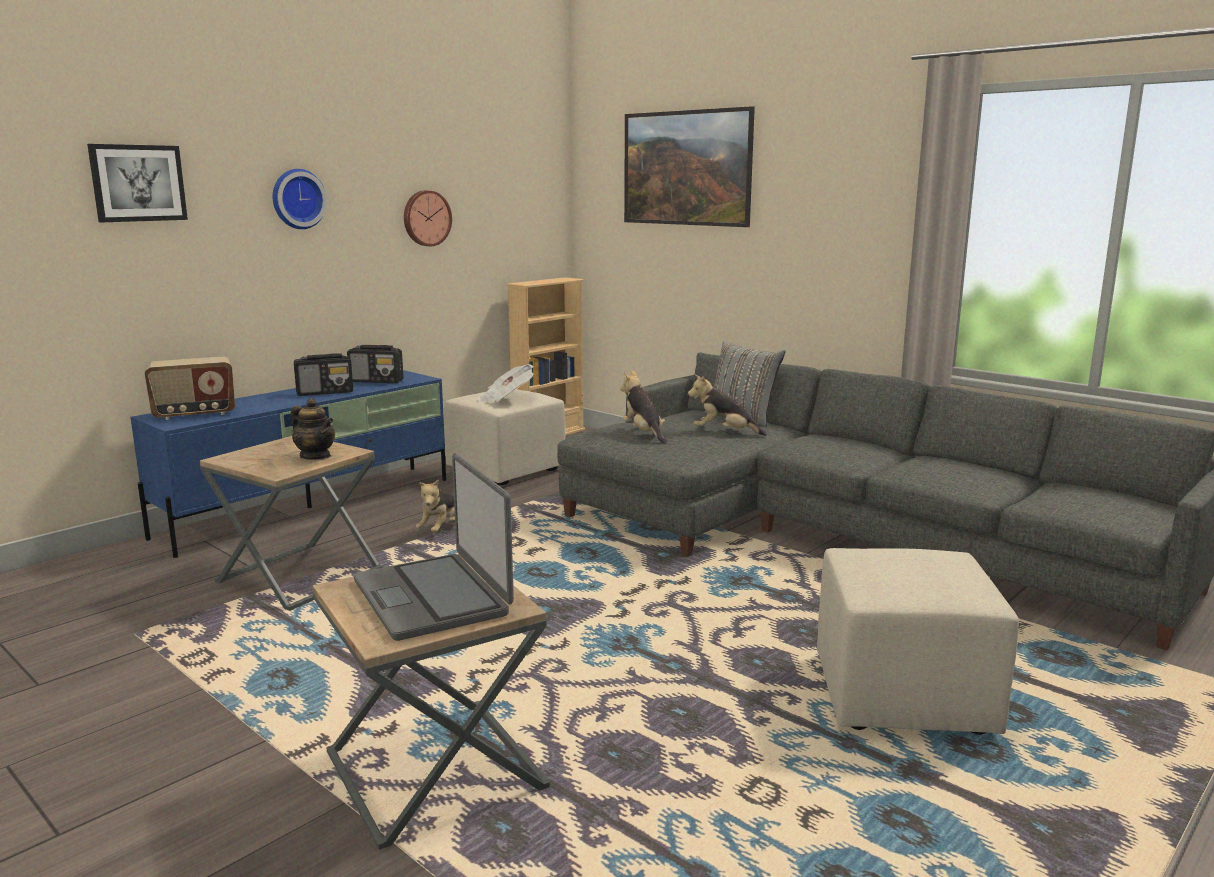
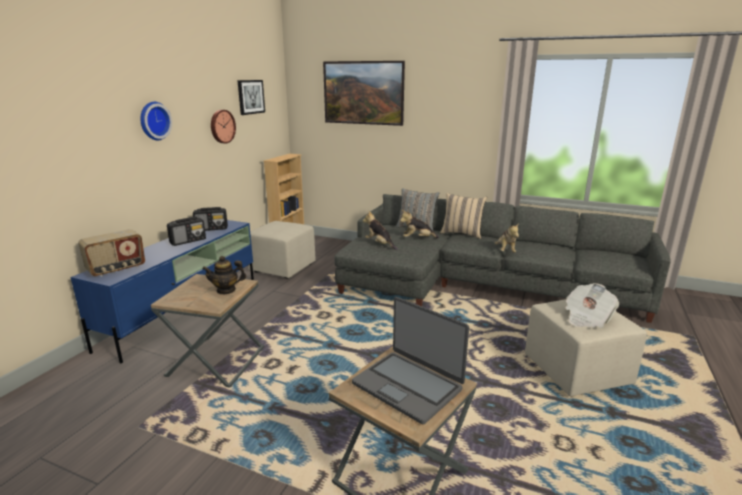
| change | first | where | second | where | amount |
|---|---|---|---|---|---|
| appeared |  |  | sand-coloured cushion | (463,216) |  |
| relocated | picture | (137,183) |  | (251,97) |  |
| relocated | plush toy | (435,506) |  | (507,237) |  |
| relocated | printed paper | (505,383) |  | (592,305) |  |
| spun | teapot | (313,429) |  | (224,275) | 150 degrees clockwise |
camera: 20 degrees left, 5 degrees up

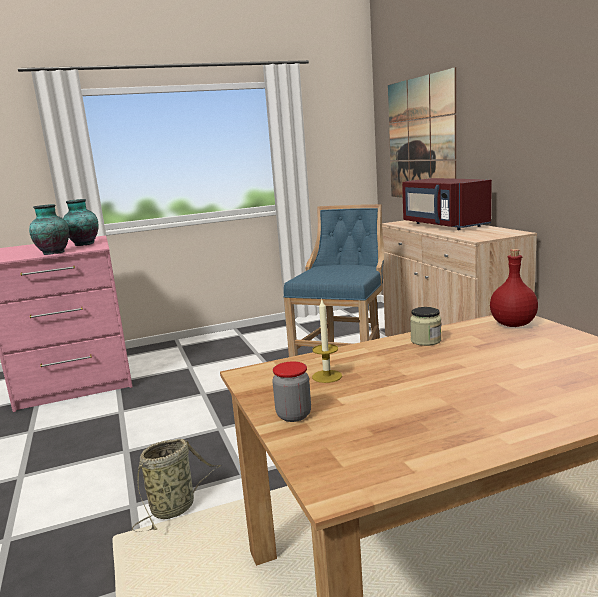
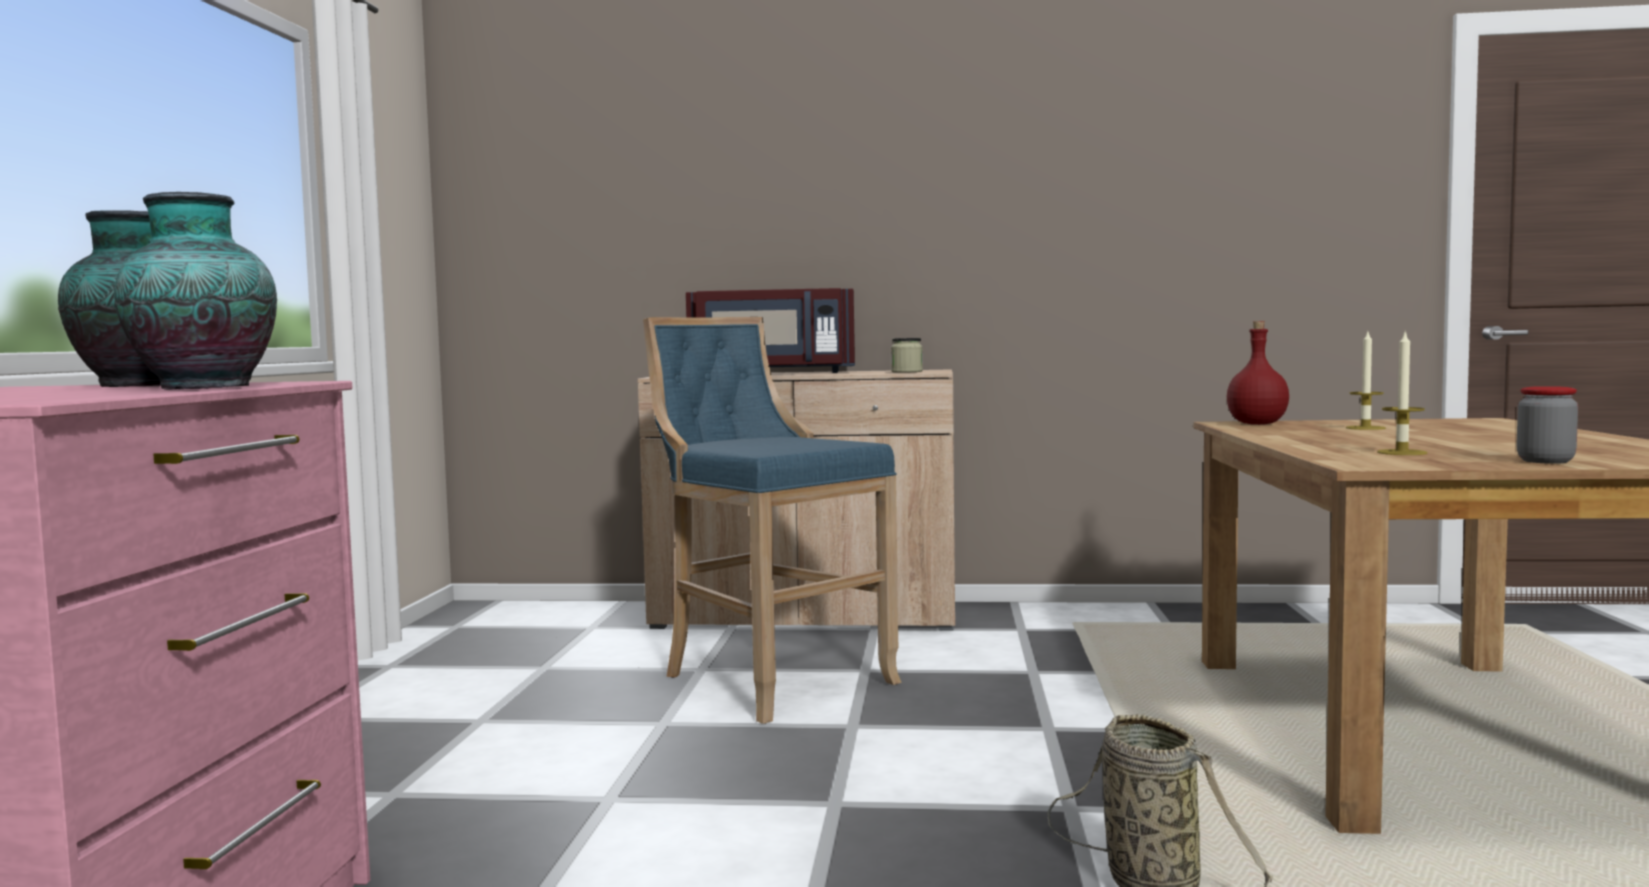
| change | first | where | second | where | amount |
|---|---|---|---|---|---|
| missing | picture | (422,132) |  |  |  |
| appeared |  |  | candle | (1366,381) |  |
| relocated | storage jar | (425,326) |  | (907,355) |  |
camera: 65 degrees left, 10 degrees down

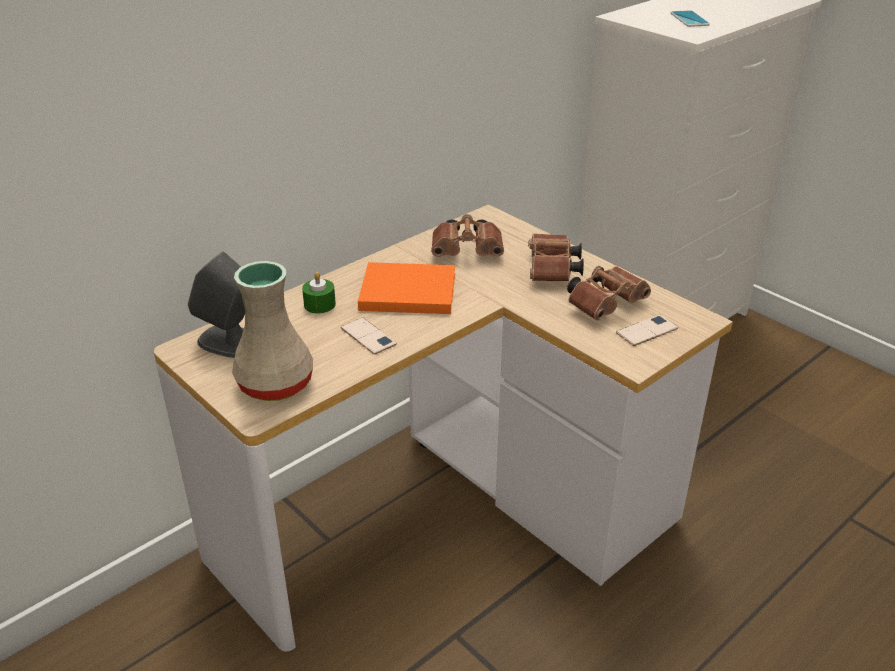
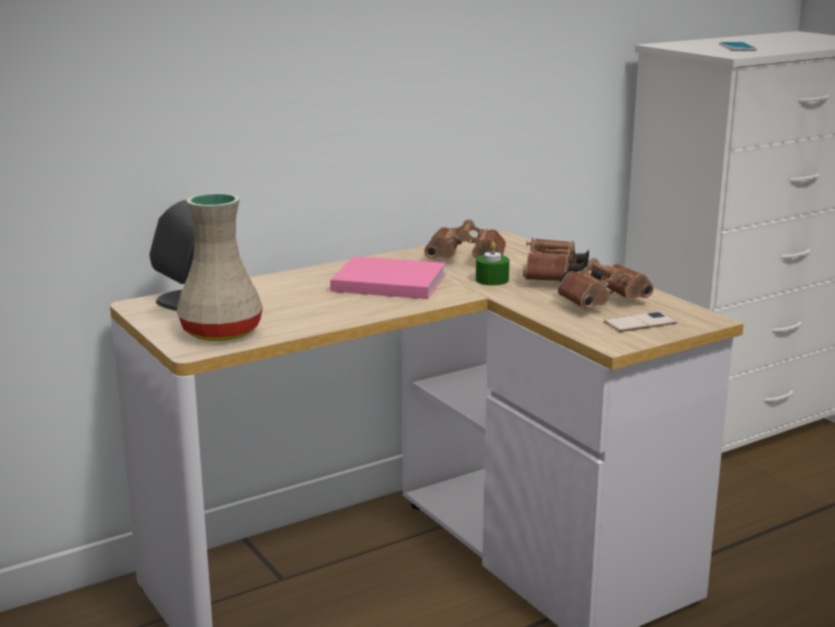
| change | first | where | second | where | amount |
|---|---|---|---|---|---|
| missing | telephone | (369,336) |  |  |  |
| relocated | green-coloured candle | (319,292) |  | (492,264) |  |
| colour | orangey volume | (406,288) | pink volume | (388,277) |  |
camera: 10 degrees right, 15 degrees down

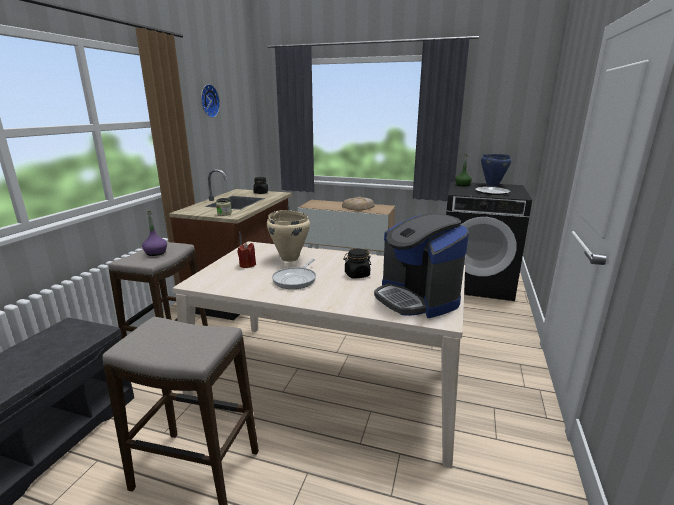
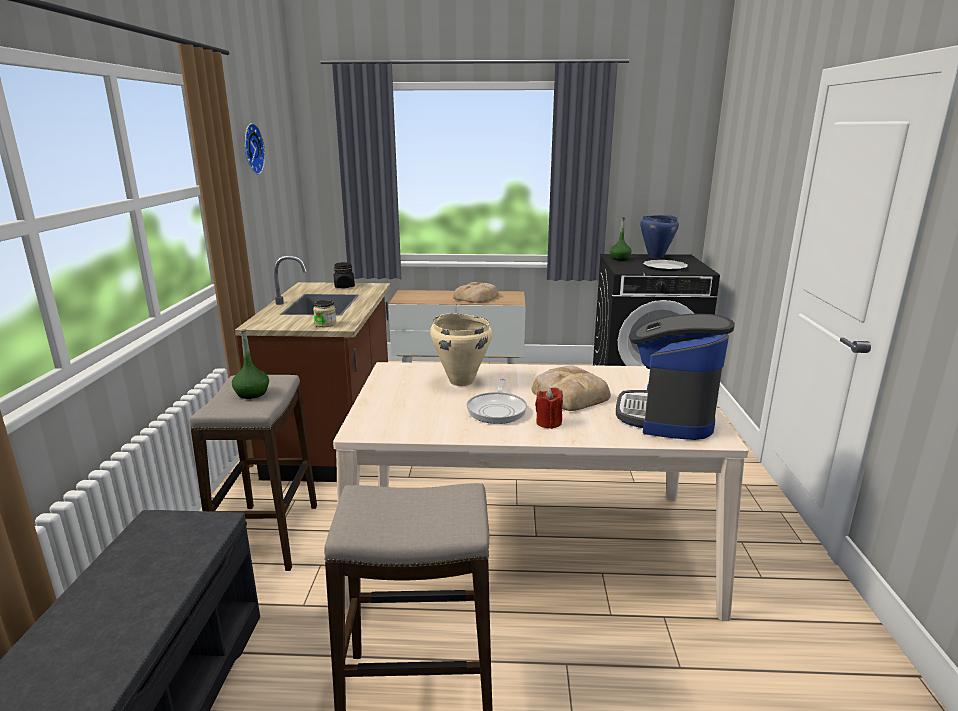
| change | first | where | second | where | amount |
|---|---|---|---|---|---|
| relocated | reddish candle | (247,255) |  | (549,408) |  |
| exchanged | black storage jar | (357,264) | baked bread | (571,388) |  |
| colour | purple drink bottle | (154,233) | green-coloured drink bottle | (250,364) |  |
| spun | coffee maker | (421,266) |  | (675,377) | 60 degrees clockwise |
camera: 15 degrees left, 0 degrees up

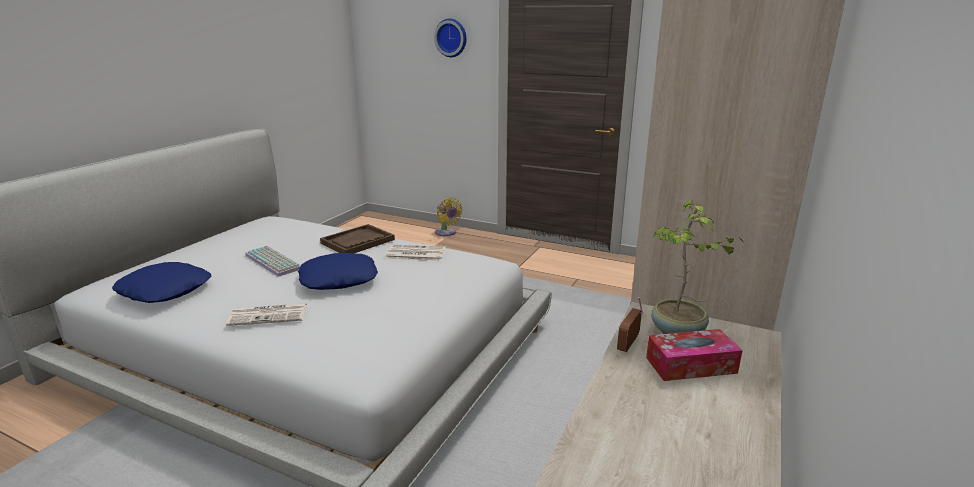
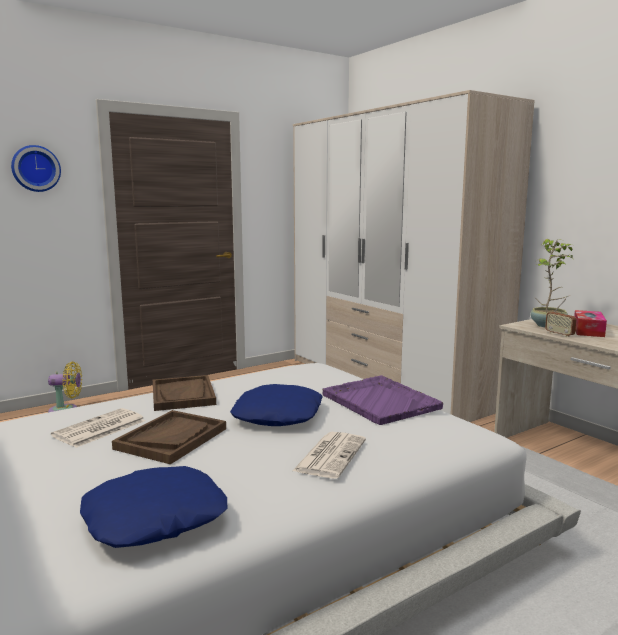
| change | first | where | second | where | amount |
|---|---|---|---|---|---|
| appeared |  |  | purple tray | (382,400) |  |
| relocated | printed paper | (415,253) |  | (98,428) |  |
| exchanged | PC keyboard | (273,261) | brownish tray | (169,437) |  |
camera: 60 degrees left, 10 degrees down

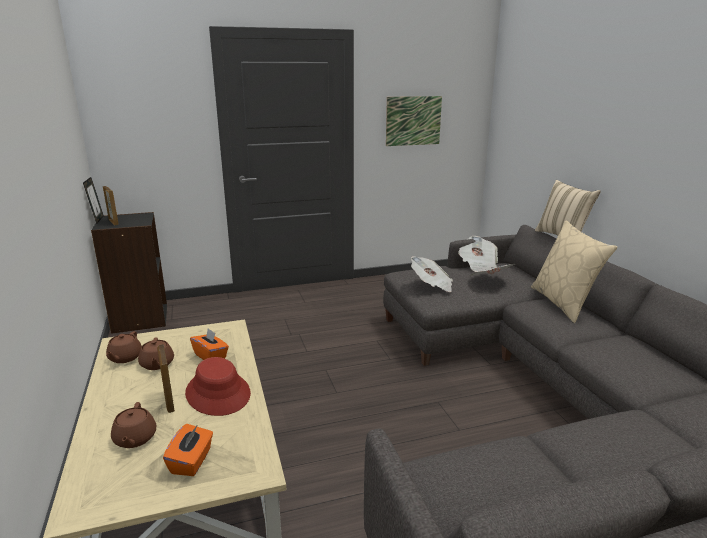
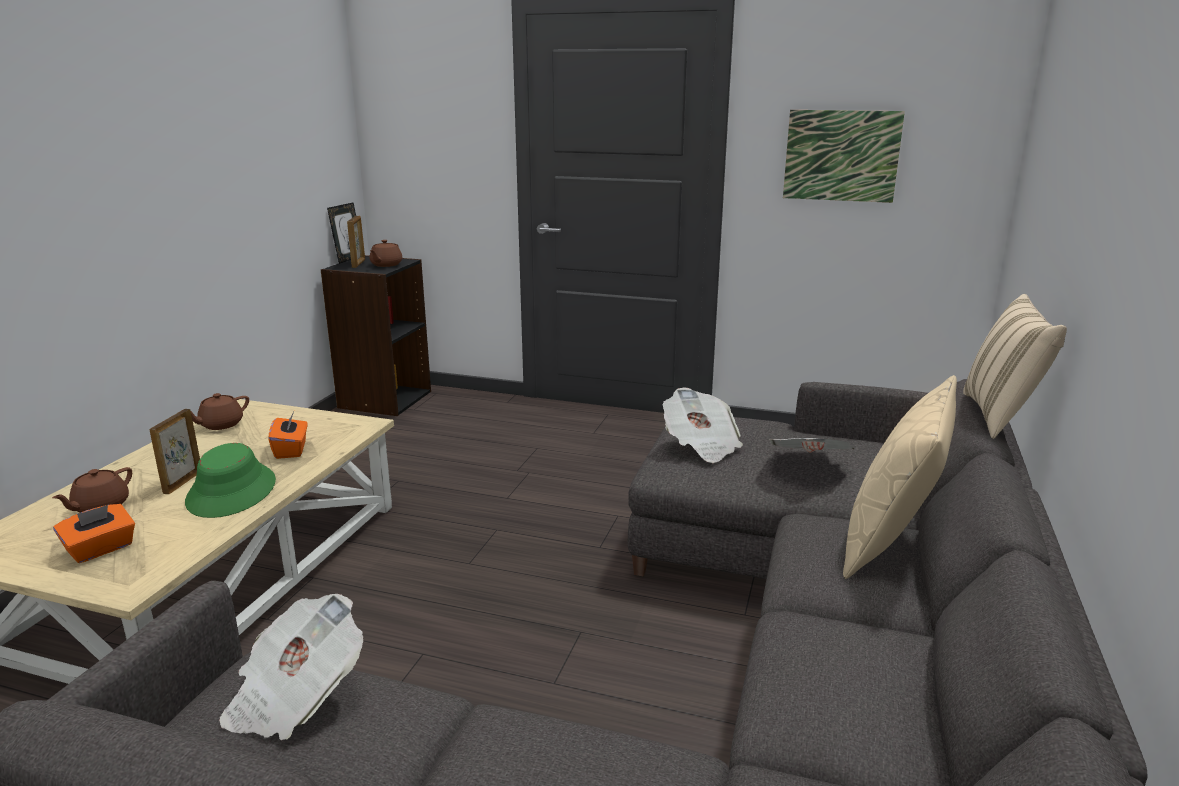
| change | first | where | second | where | amount |
|---|---|---|---|---|---|
| relocated | brownish teapot | (156,353) |  | (386,253) |  |
| relocated | printed paper | (478,254) |  | (291,667) |  |
| colour | reddish clothing hat | (218,386) | green-coloured clothing hat | (230,480) |  |
camera: 35 degrees right, 0 degrees up

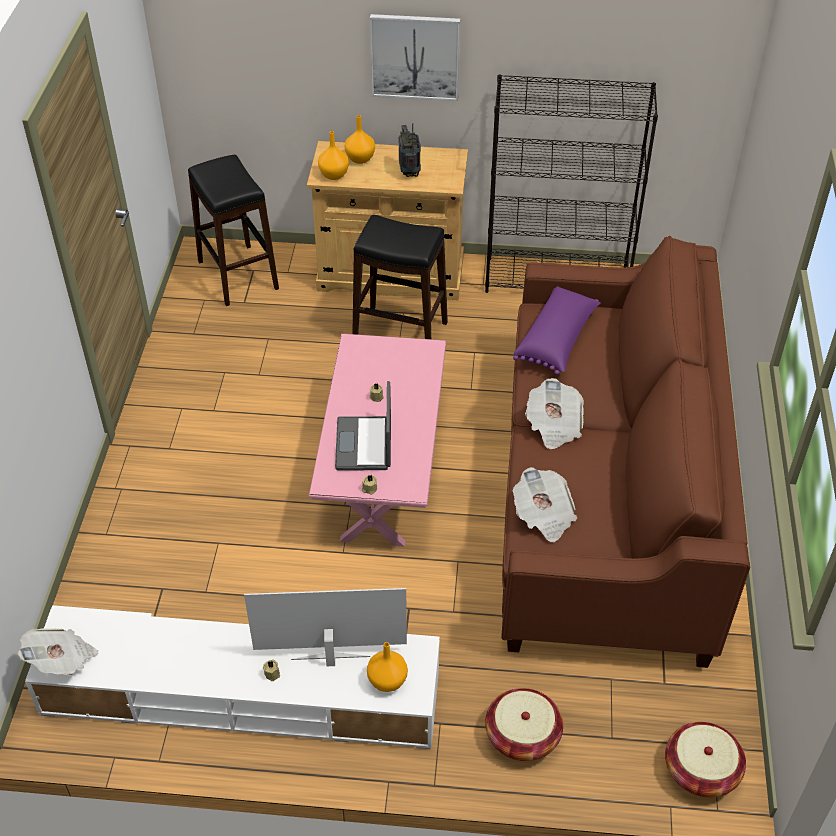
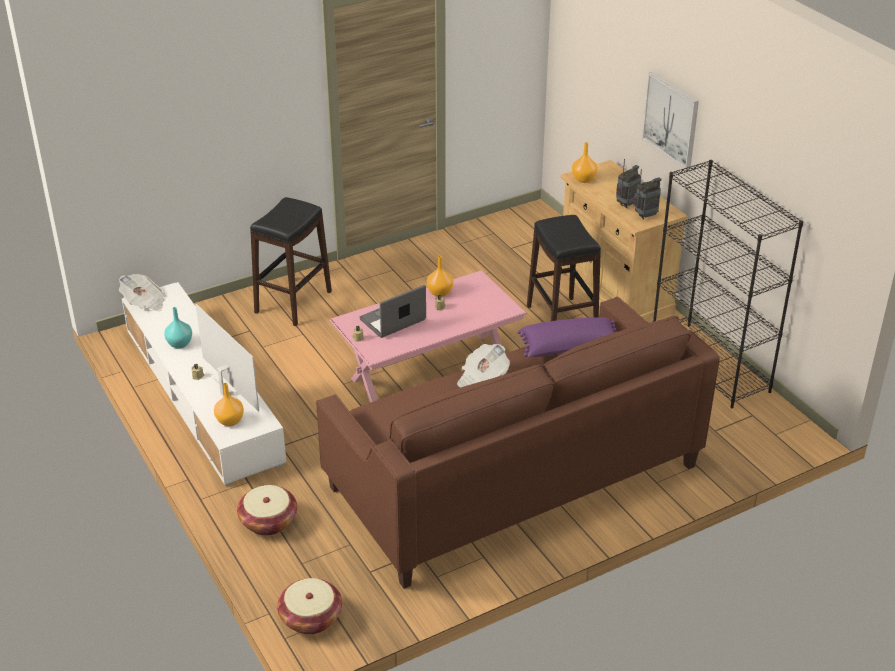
| change | first | where | second | where | amount |
|---|---|---|---|---|---|
| missing | printed paper | (545,504) |  |  |  |
| appeared |  |  | blue-green flower vase | (178,328) |  |
| appeared |  |  | radio set | (647,194) |  |
| relocated | black sitting stool | (233,230) |  | (291,261) |  |
| relocated | orangey flower vase | (360,139) |  | (440,276) |  |
camera: 55 degrees right, 10 degrees down

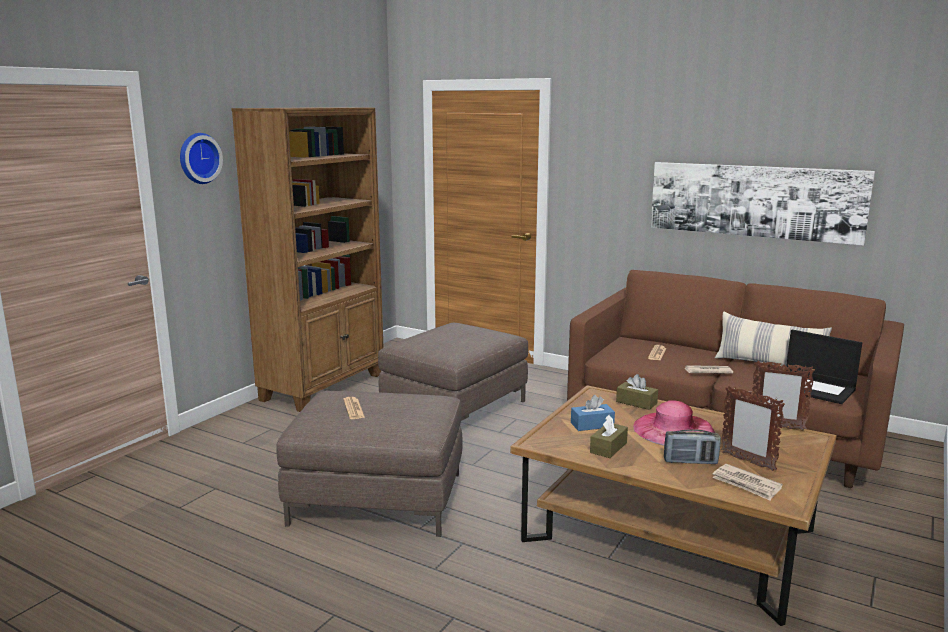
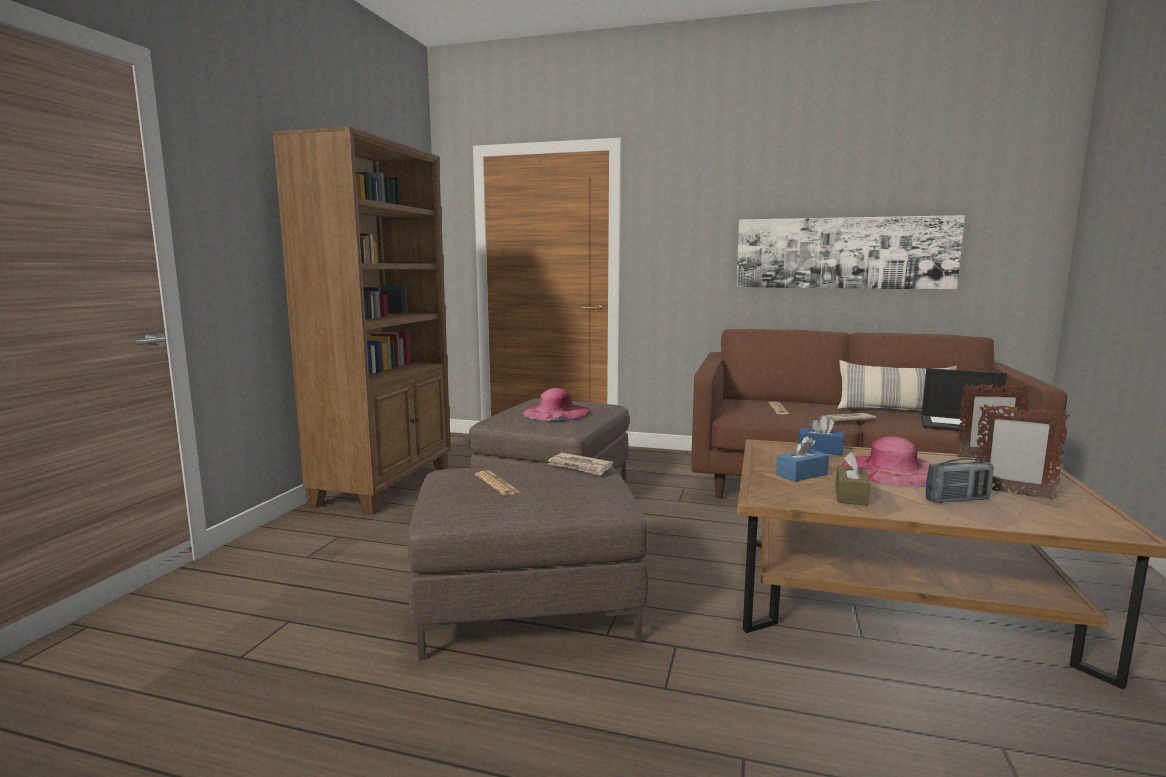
| change | first | where | second | where | amount |
|---|---|---|---|---|---|
| missing | clock on the wall | (201,158) |  |  |  |
| appeared |  |  | pink clothing hat | (557,404) |  |
| relocated | printed paper | (747,482) |  | (580,464) |  |
| colour | brownish tissue box | (637,392) | bluish tissue box | (821,435) |  |
camera: 15 degrees left, 5 degrees down

